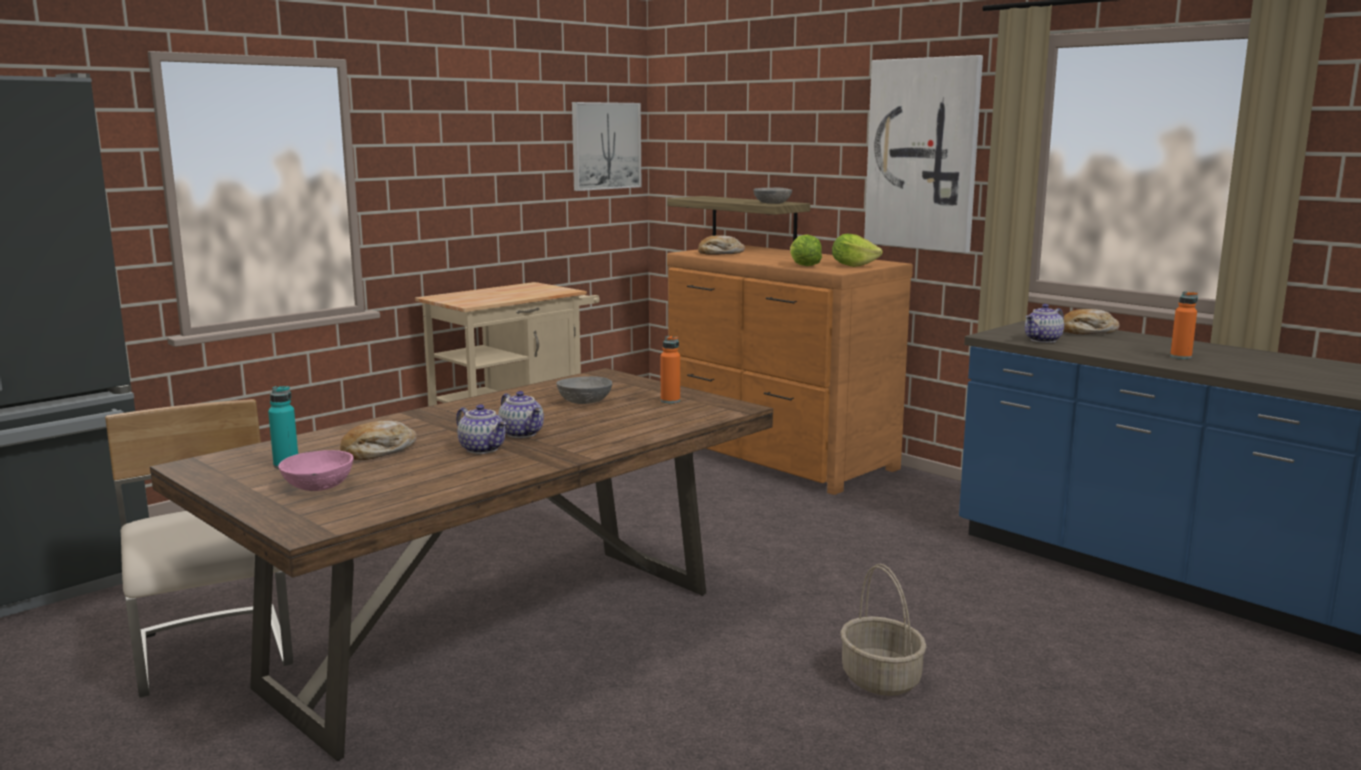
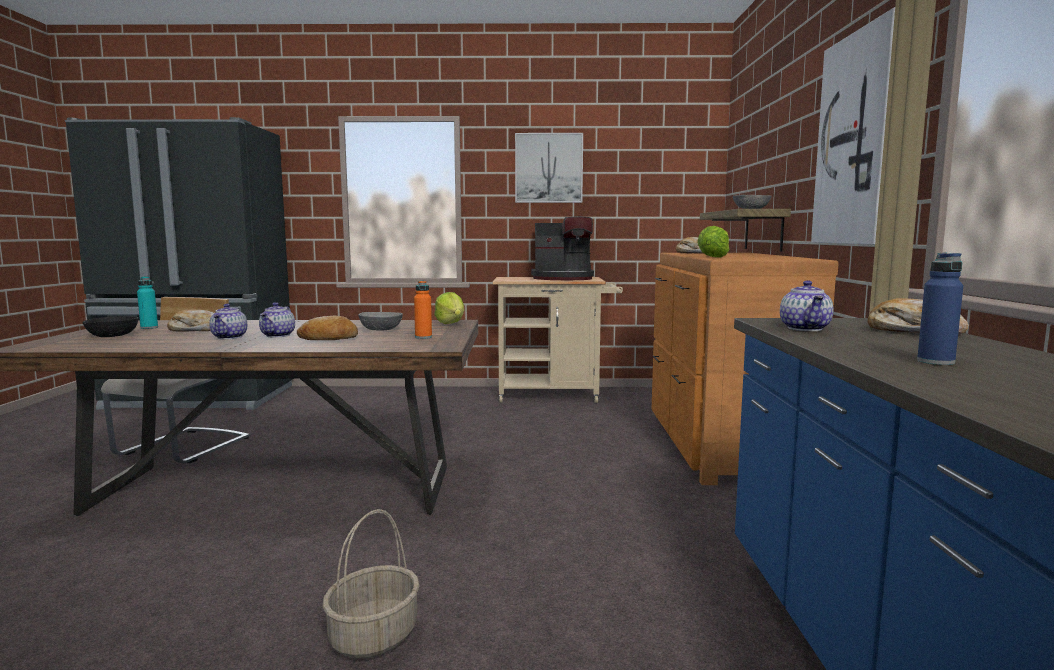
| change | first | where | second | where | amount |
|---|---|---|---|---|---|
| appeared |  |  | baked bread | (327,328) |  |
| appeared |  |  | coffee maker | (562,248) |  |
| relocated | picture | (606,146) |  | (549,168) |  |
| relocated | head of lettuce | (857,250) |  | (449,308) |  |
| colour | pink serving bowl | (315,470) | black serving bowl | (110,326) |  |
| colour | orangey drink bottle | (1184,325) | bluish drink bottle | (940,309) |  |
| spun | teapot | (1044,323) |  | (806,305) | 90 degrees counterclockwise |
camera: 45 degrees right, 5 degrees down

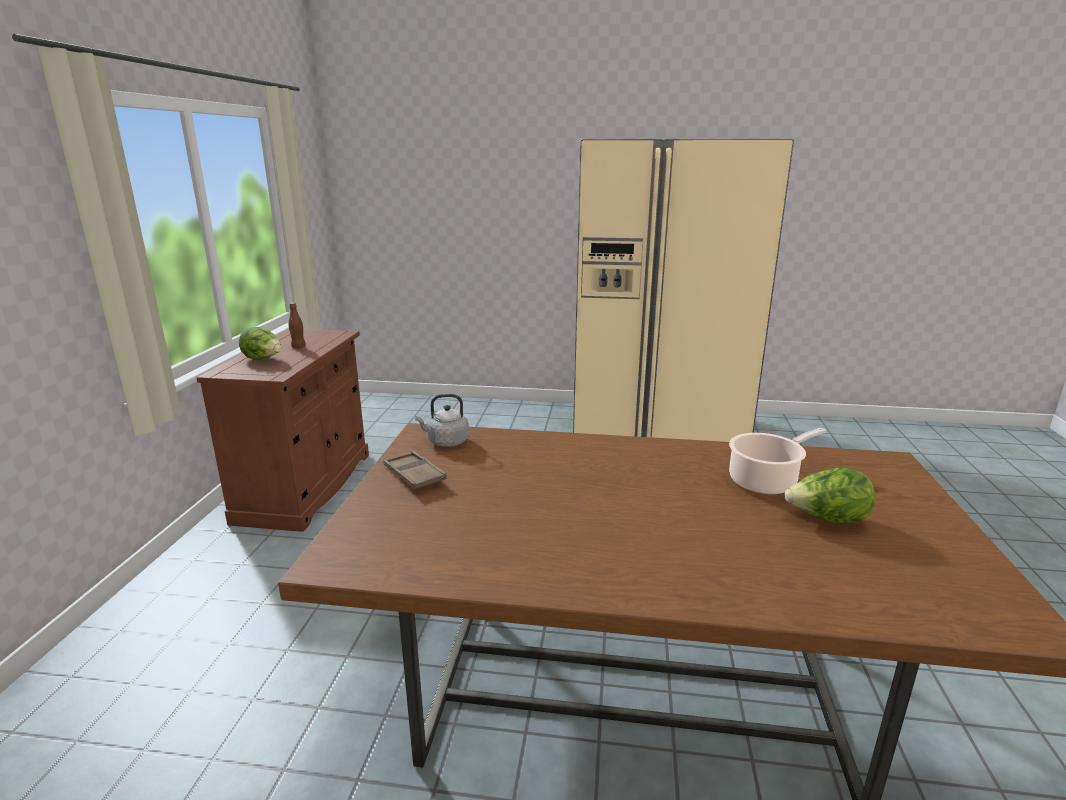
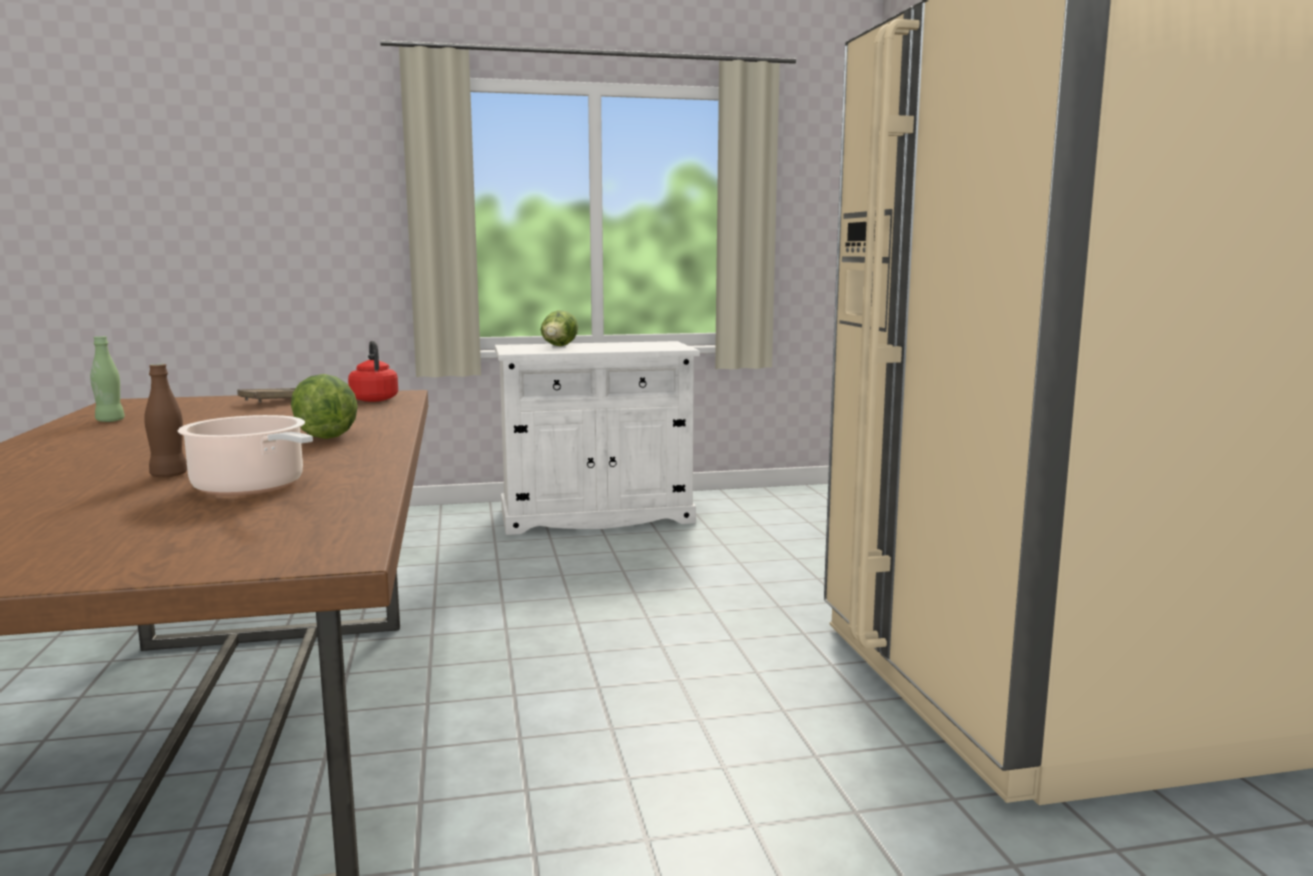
| change | first | where | second | where | amount |
|---|---|---|---|---|---|
| appeared |  |  | green-coloured drink bottle | (107,379) |  |
| relocated | brownish drink bottle | (297,325) |  | (165,420) |  |
| relocated | head of lettuce | (830,496) |  | (324,406) |  |
| colour | brownish storage cabinet | (283,430) | whitish storage cabinet | (597,438) |  |
| colour | gray water kettle | (442,420) | reddish water kettle | (373,371) |  |
camera: 70 degrees right, 10 degrees down

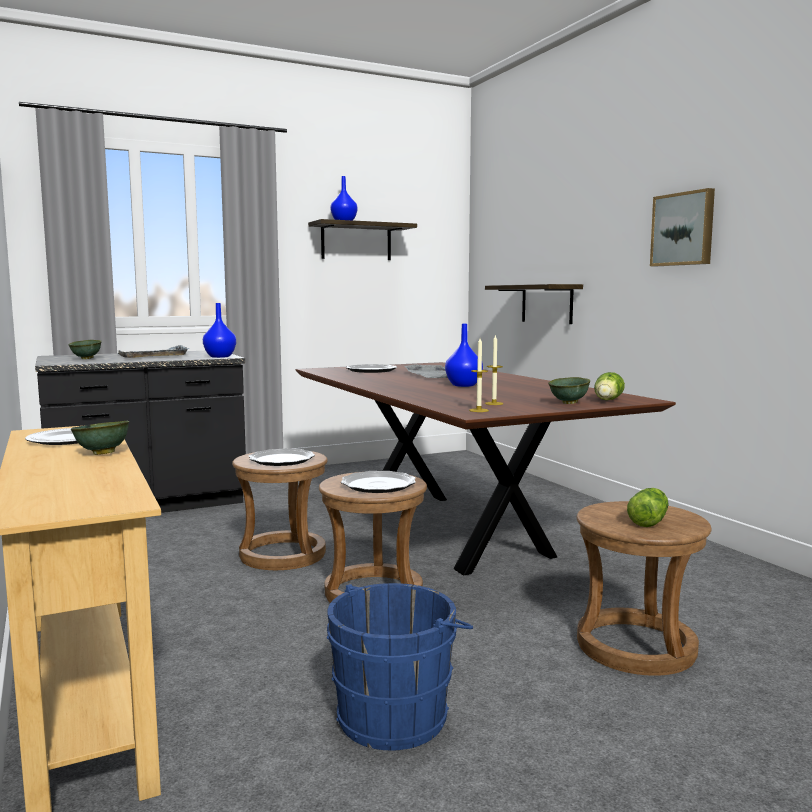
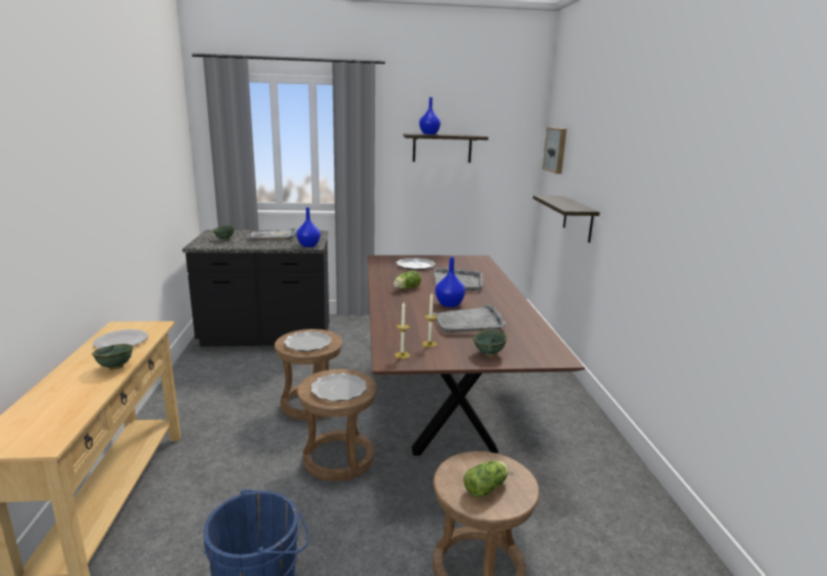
| change | first | where | second | where | amount |
|---|---|---|---|---|---|
| appeared |  |  | gray tray | (469,318) |  |
| relocated | head of lettuce | (609,386) |  | (407,279) |  |
| relocated | picture | (682,227) |  | (555,150) |  |
camera: 20 degrees right, 10 degrees up

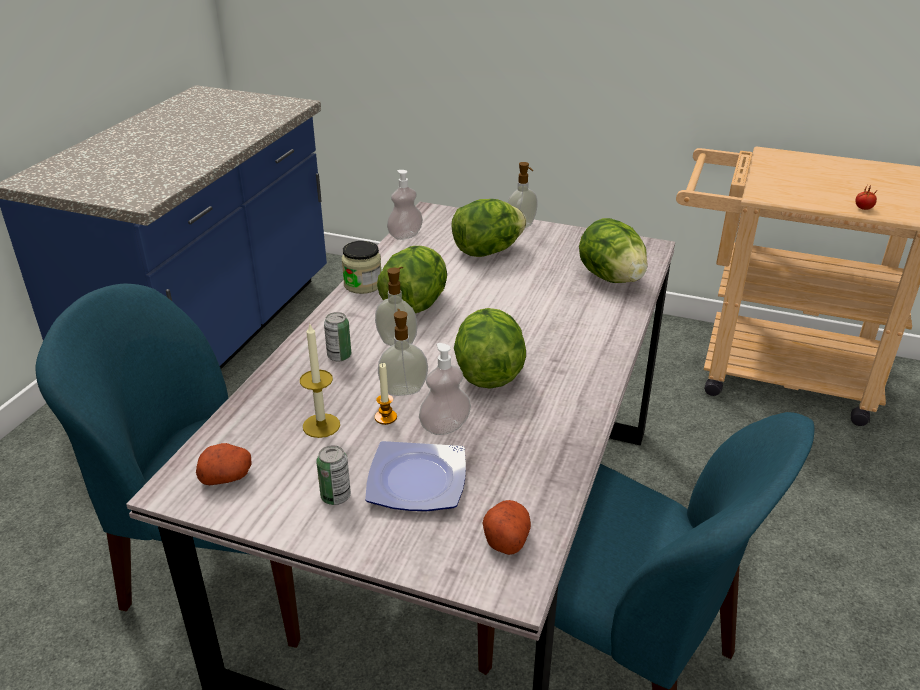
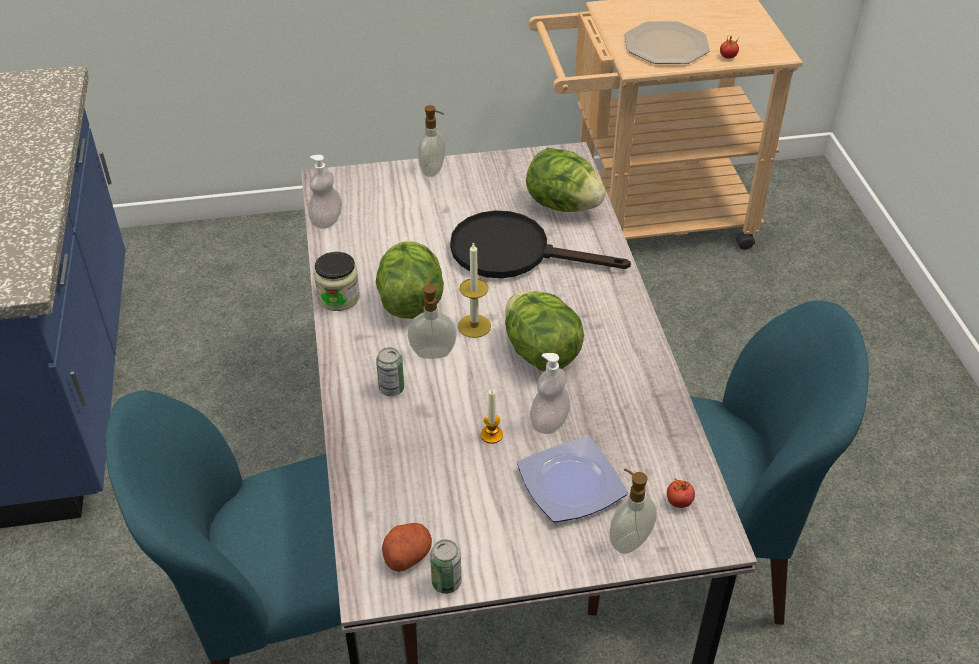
| change | first | where | second | where | amount |
|---|---|---|---|---|---|
| missing | head of lettuce | (488,228) |  |  |  |
| appeared |  |  | black skillet | (540,244) |  |
| appeared |  |  | dinner plate | (667,42) |  |
| relocated | candle | (320,381) |  | (474,290) |  |
| relocated | metal can | (333,475) |  | (446,566) |  |
| relocated | soap dispenser | (403,352) |  | (633,511) |  |
| exchanged | spud | (507,527) | whole tomato | (681,493) |  |
camera: 30 degrees left, 10 degrees up

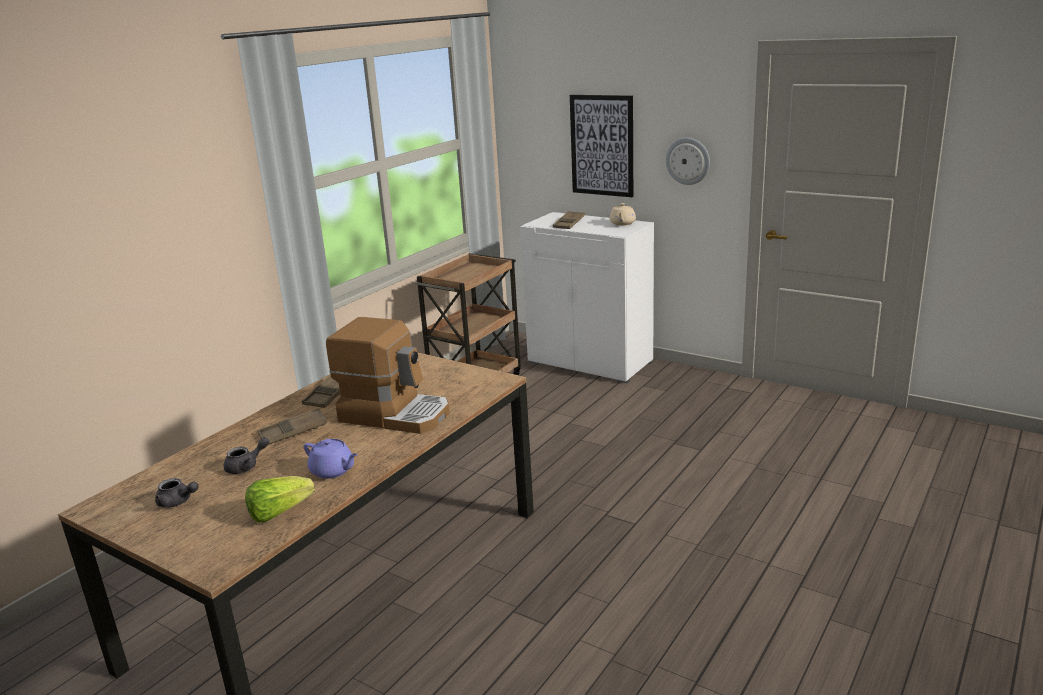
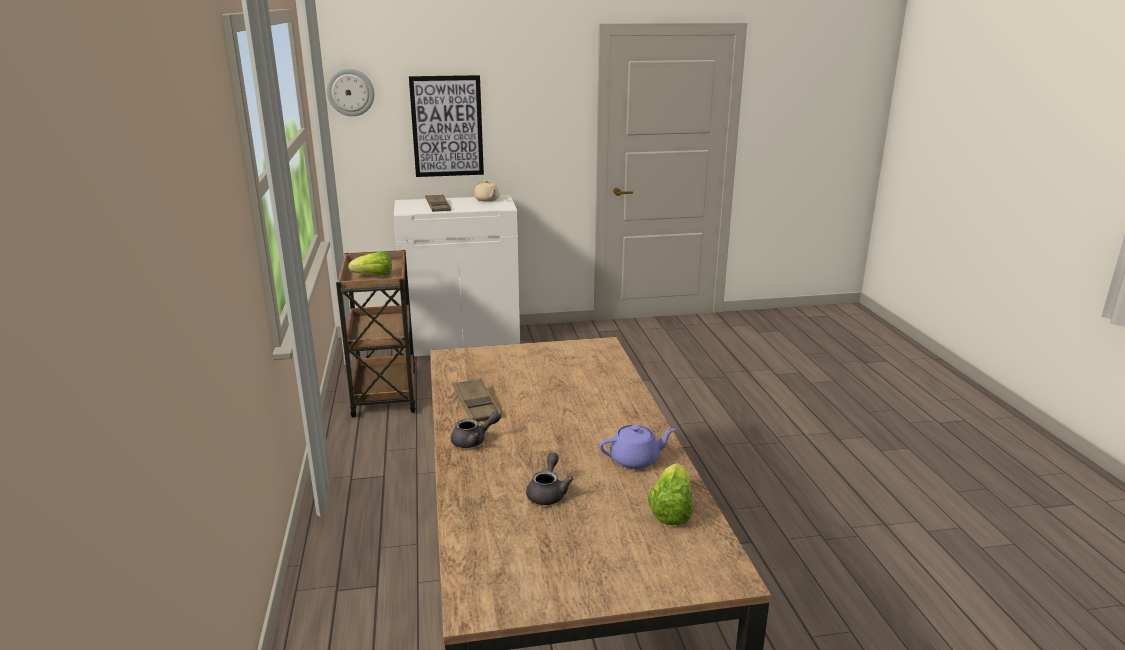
| change | first | where | second | where | amount |
|---|---|---|---|---|---|
| missing | brownish tray | (292,426) |  |  |  |
| missing | coffee maker | (388,375) |  |  |  |
| appeared |  |  | head of lettuce | (370,263) |  |
| relocated | gray teapot | (177,493) |  | (476,430) |  |
| relocated | clock on the wall | (688,161) |  | (350,92) |  |
camera: 45 degrees left, 0 degrees up

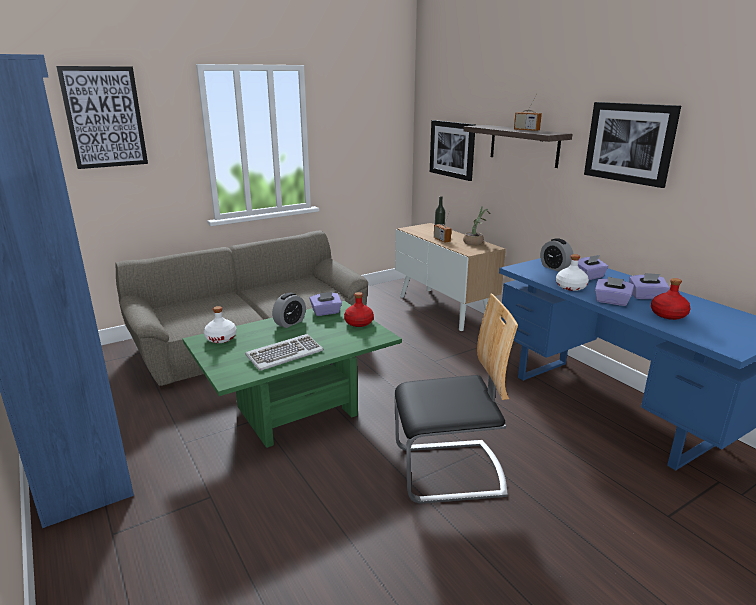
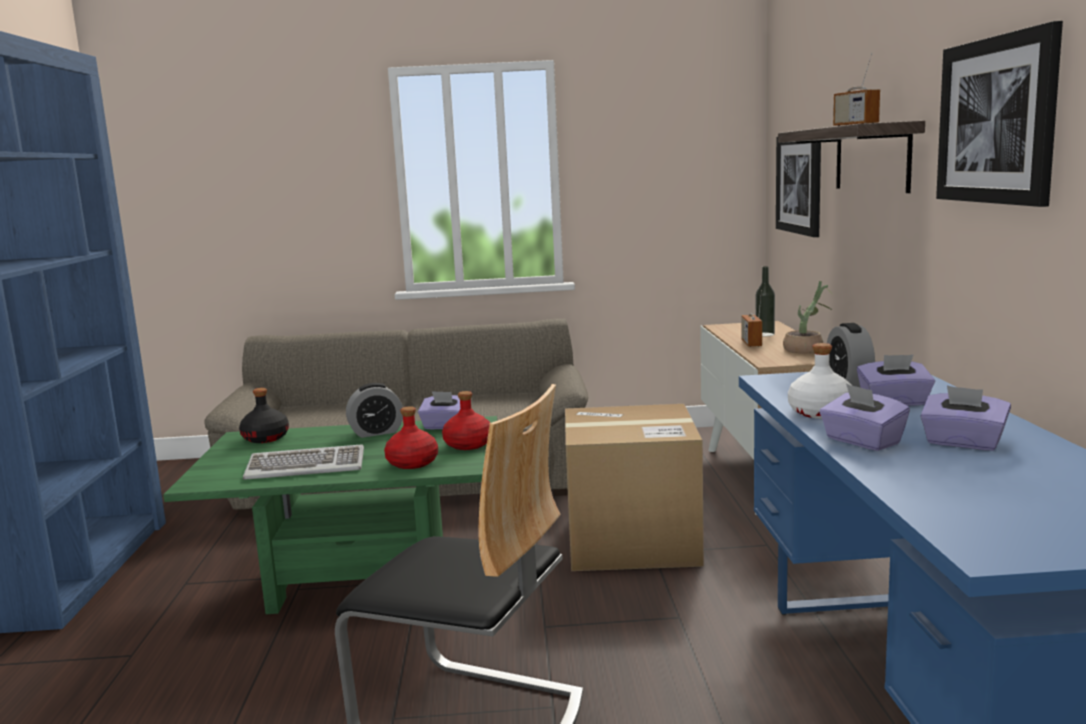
| change | first | where | second | where | amount |
|---|---|---|---|---|---|
| missing | picture | (102,117) |  |  |  |
| appeared |  |  | carton | (634,487) |  |
| relocated | reddish drink bottle | (671,299) |  | (411,437) |  |
| colour | whitish drink bottle | (220,324) | black drink bottle | (264,415) |  |
camera: 30 degrees right, 10 degrees down

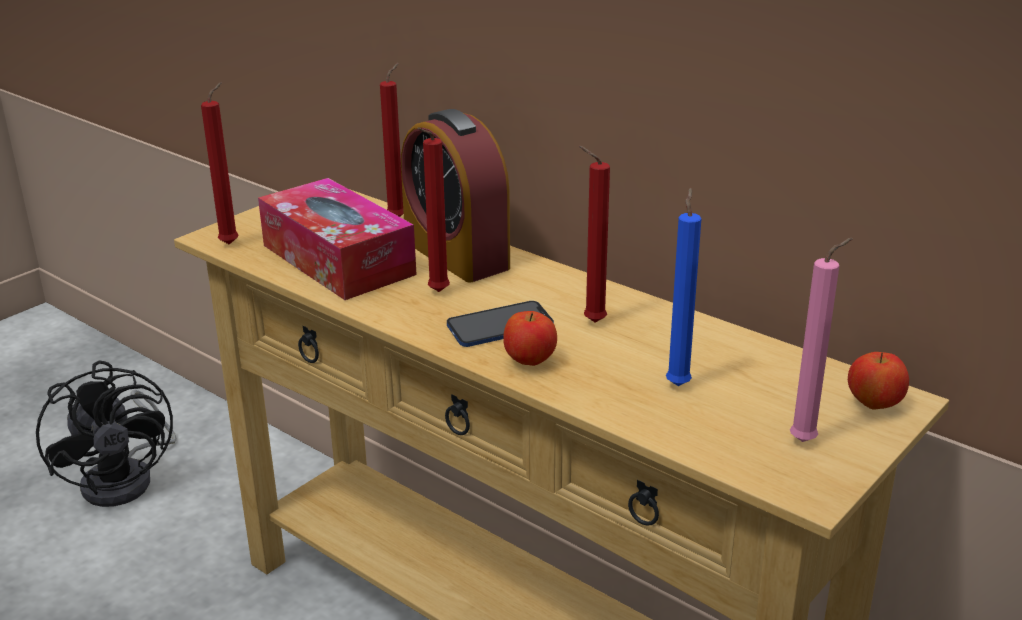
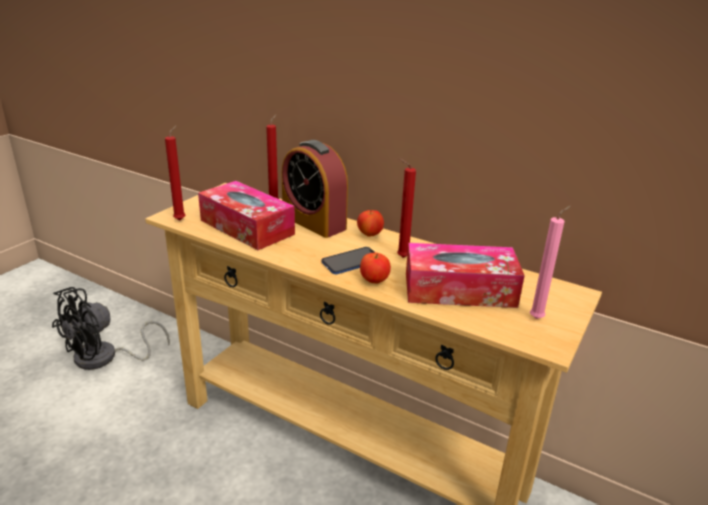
| change | first | where | second | where | amount |
|---|---|---|---|---|---|
| missing | reddish candle | (433,210) |  |  |  |
| relocated | apple fruit | (878,381) |  | (370,223) |  |
| exchanged | bluish candle | (683,287) | tissue box | (465,275) |  |
| spun | black cooling fan | (106,433) |  | (111,328) | 75 degrees clockwise |
camera: 10 degrees left, 0 degrees up

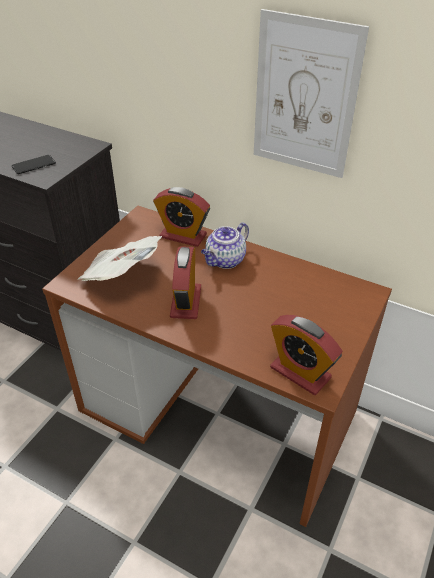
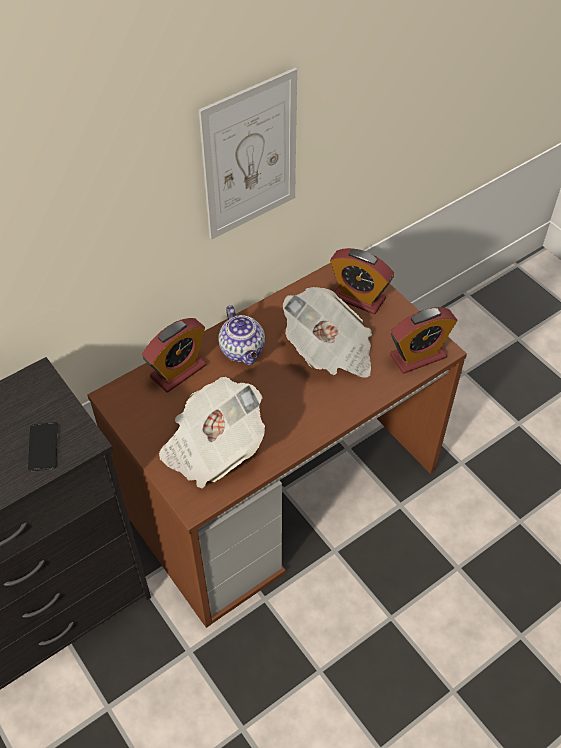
| change | first | where | second | where | amount |
|---|---|---|---|---|---|
| appeared |  |  | printed paper | (327,332) |  |
| relocated | table clock | (185,282) |  | (362,281) |  |
camera: 65 degrees left, 10 degrees up

